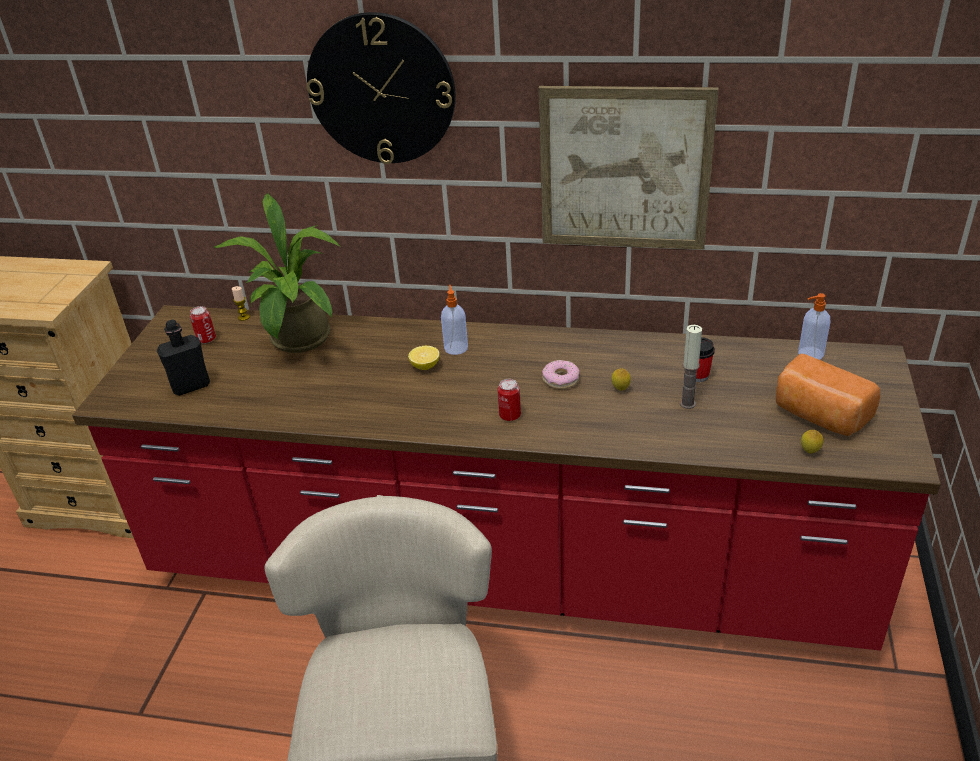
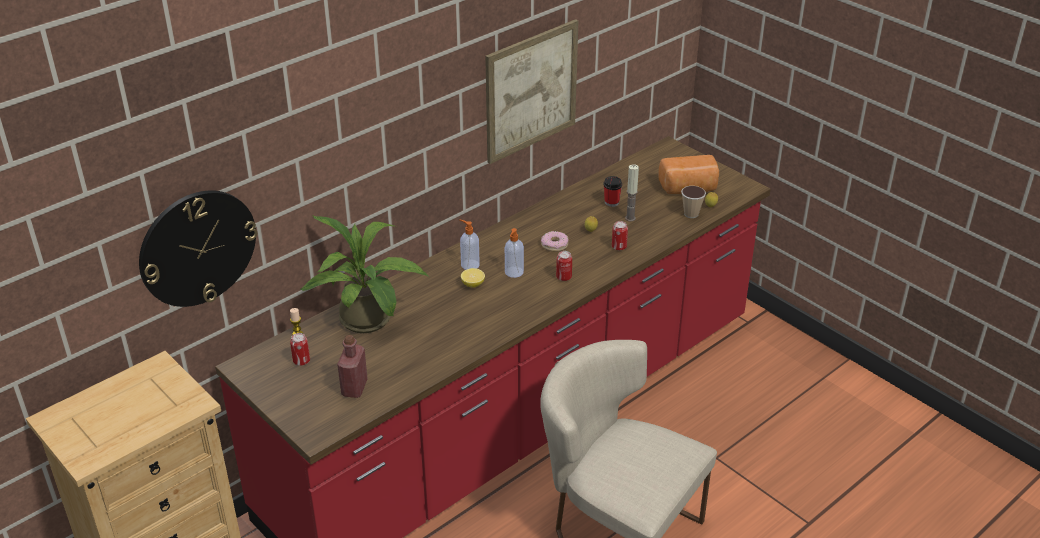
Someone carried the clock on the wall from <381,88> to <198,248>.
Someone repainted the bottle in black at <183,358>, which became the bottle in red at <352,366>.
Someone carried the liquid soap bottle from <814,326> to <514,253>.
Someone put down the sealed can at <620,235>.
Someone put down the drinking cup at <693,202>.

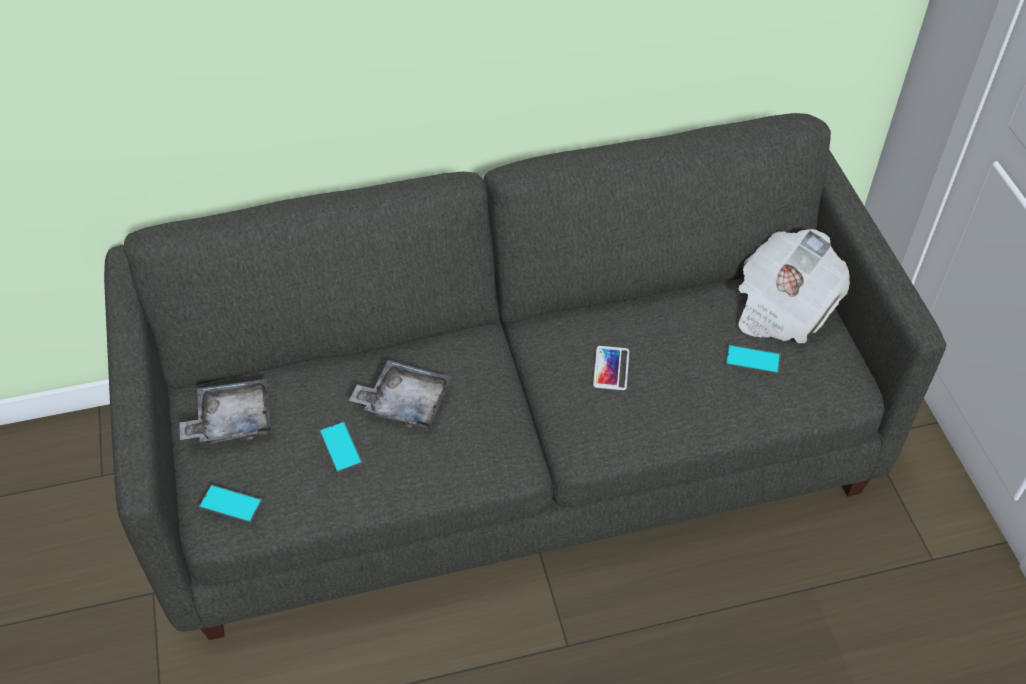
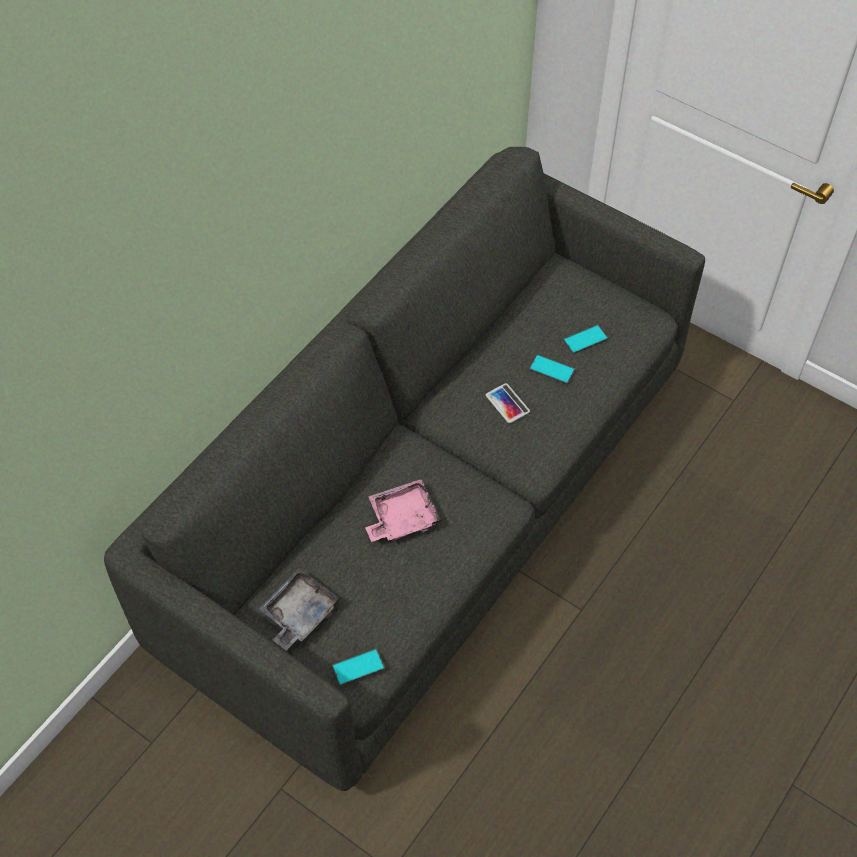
Someone repainted the carrying tray in gray at <400,394>, which became the carrying tray in pink at <403,510>.
Someone carried the phone from <341,447> to <552,369>.
Someone took away the printed paper at <794,286>.

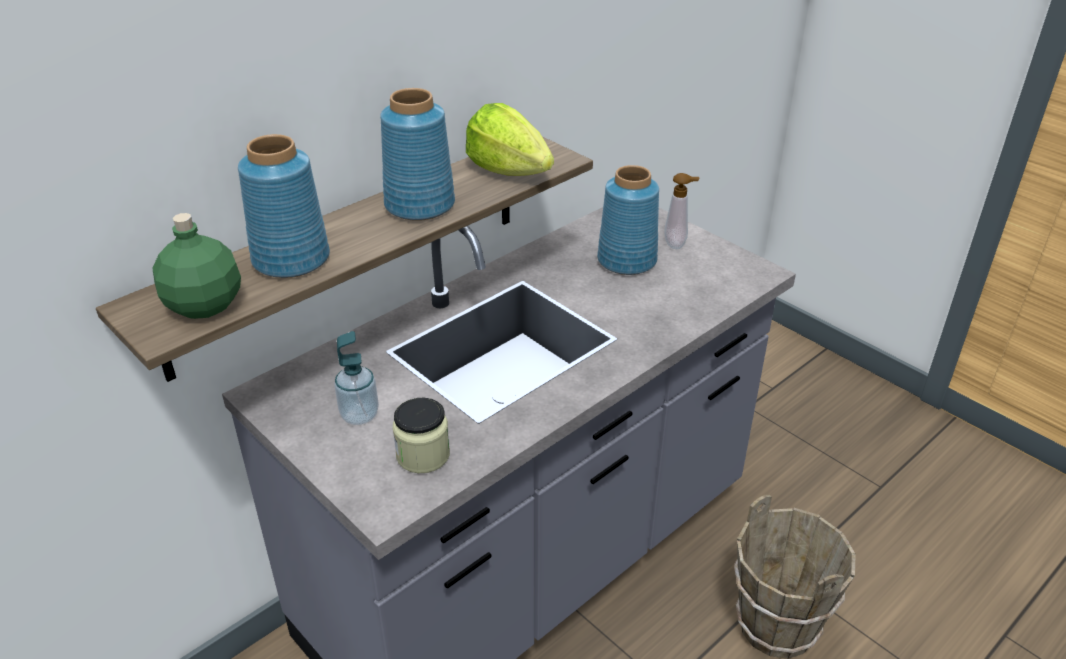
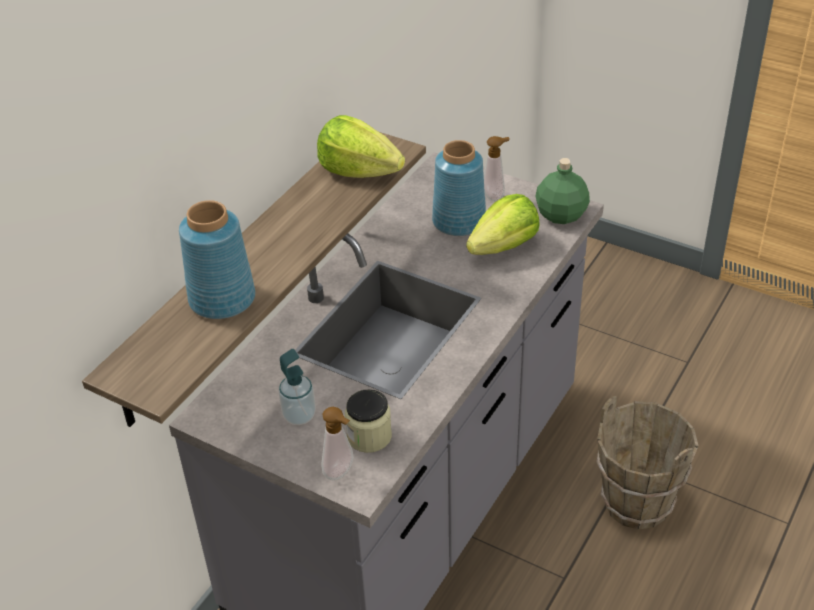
Someone put down the liquid soap bottle at <337,444>.
Someone put down the lettuce head at <503,224>.
Someone carried the bottle in greenish from <196,266> to <562,191>.
Someone took away the flower vase in bluish at <417,154>.

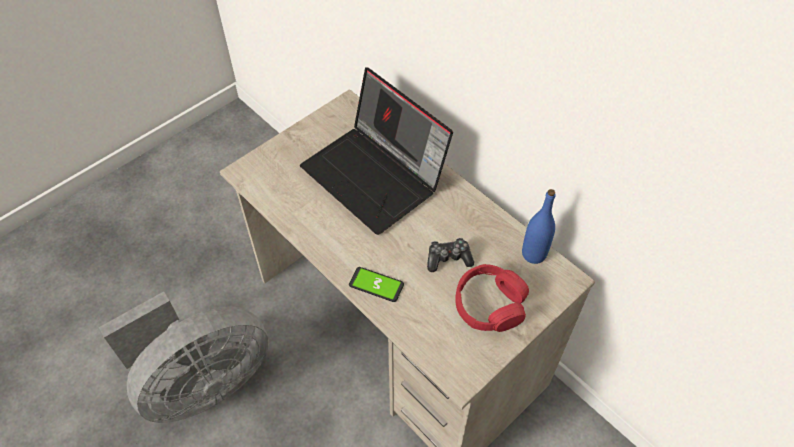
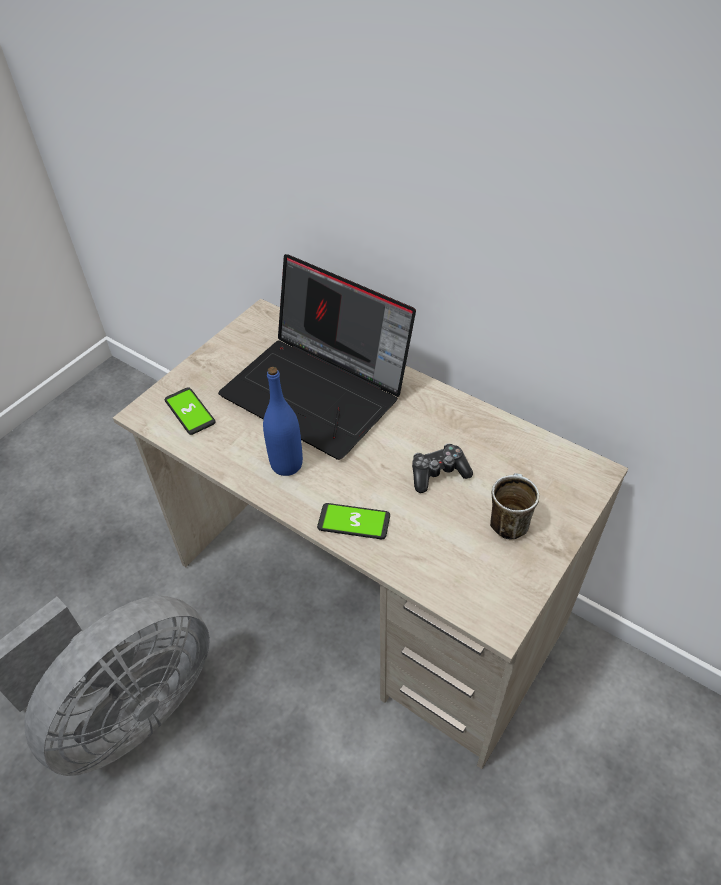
Someone put down the phone at <190,411>.
Someone carried the bottle in bluish from <539,226> to <283,421>.
Someone swapped the headset in red at <492,298> for the tea mug at <514,506>.

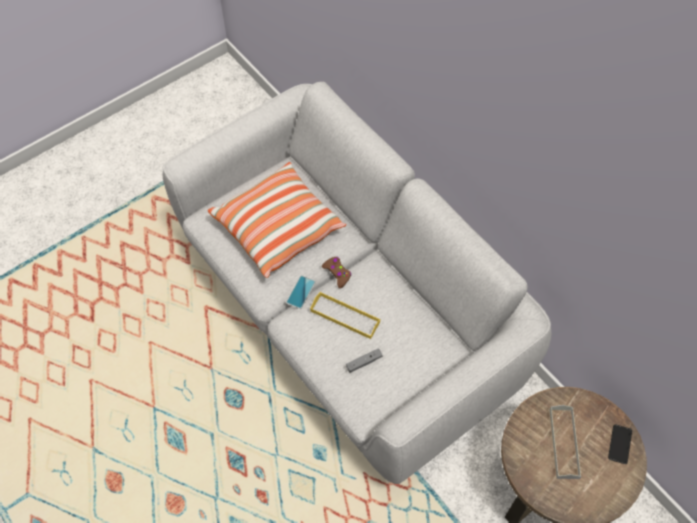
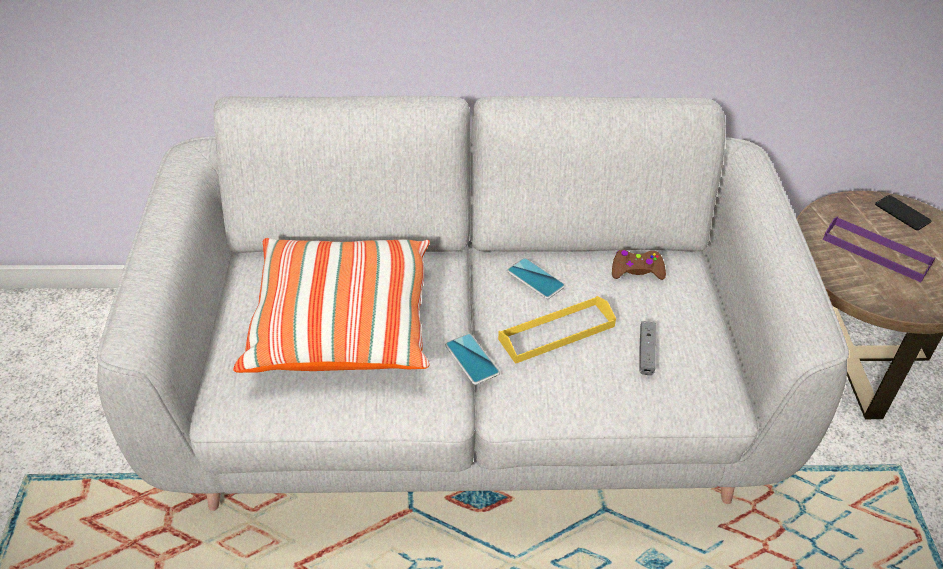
Someone put down the phone at <536,278>.
Someone carried the joypad in brownish from <336,272> to <639,265>.
Someone repainted the carrying tray in gray at <565,442>, which became the carrying tray in purple at <879,249>.

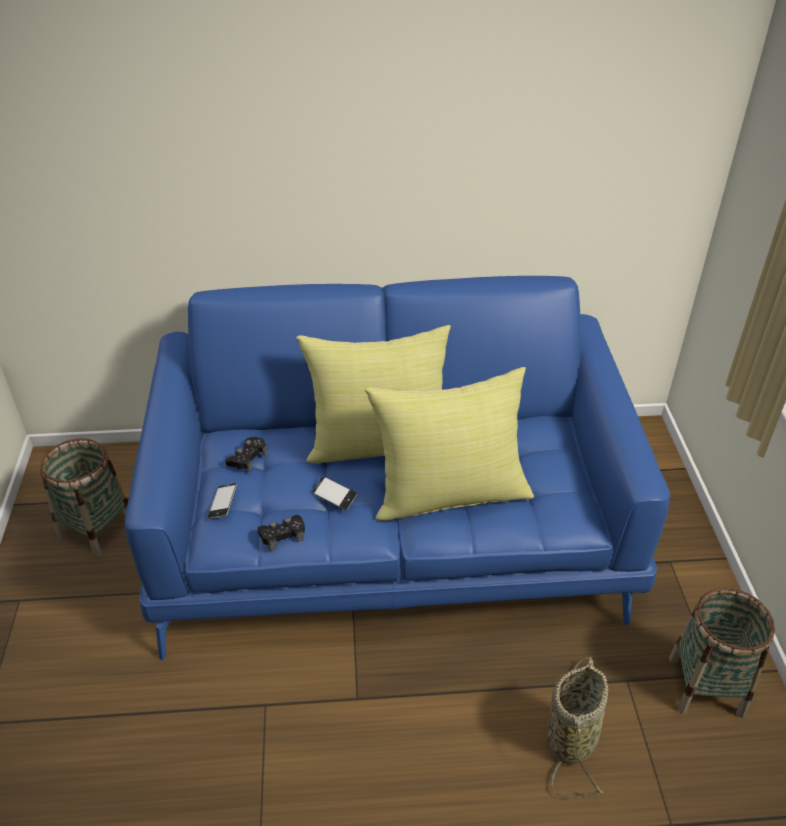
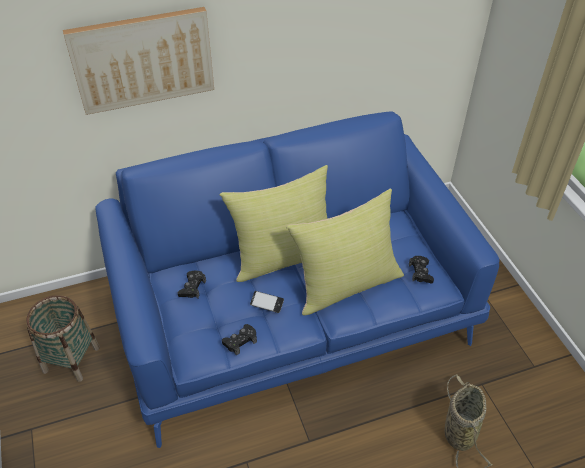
Someone put up the picture at <138,61>.
Someone put down the joypad in black at <421,269>.
Someone took away the phone at <222,501>.
Someone took away the storage basket at <722,653>.

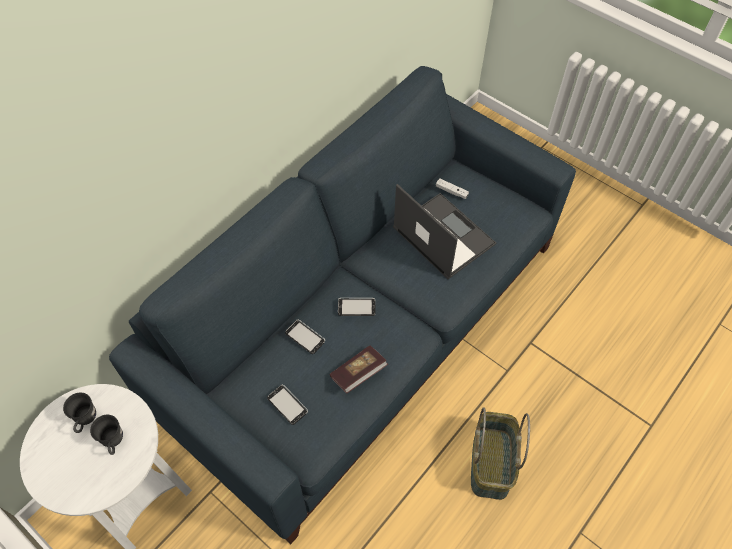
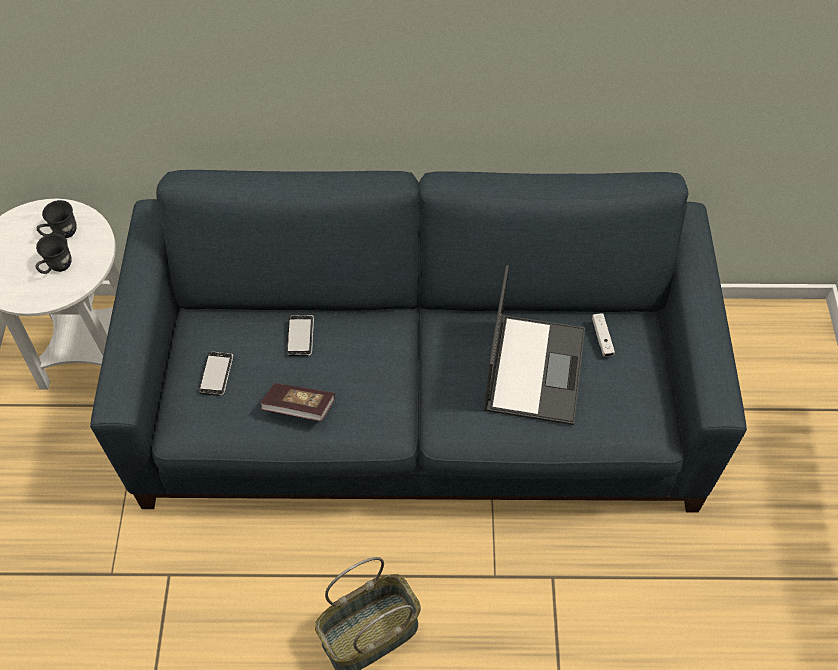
Someone took away the phone at <356,307>.

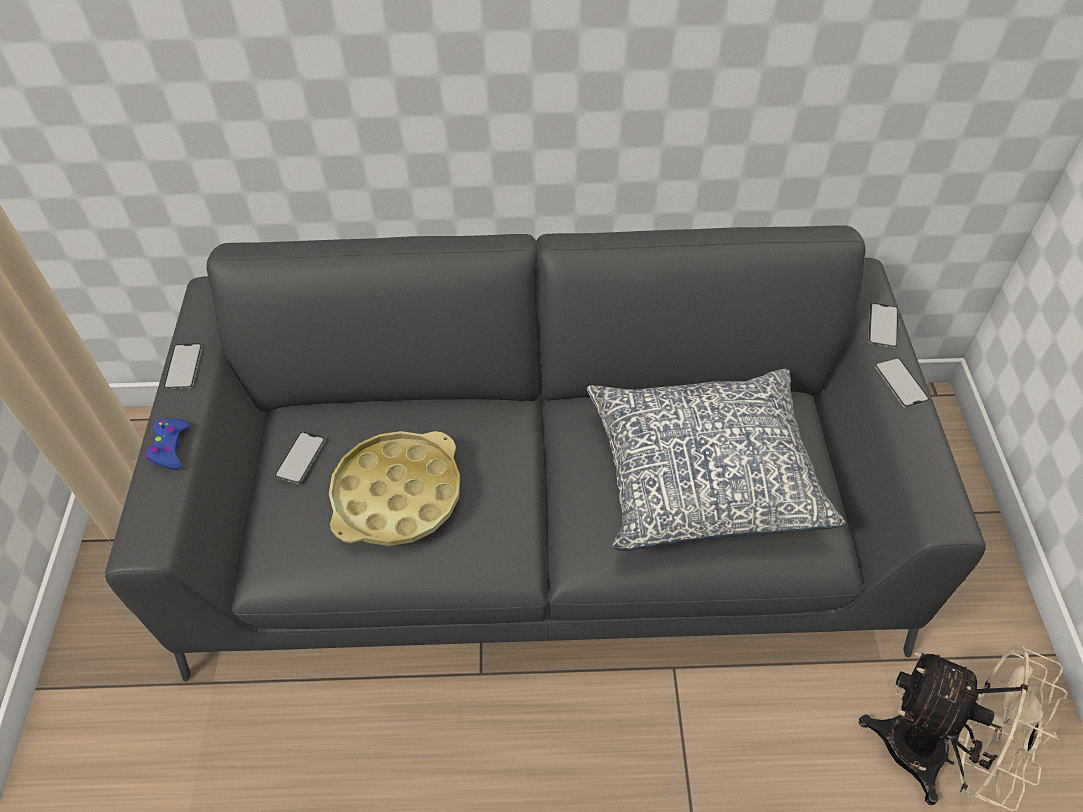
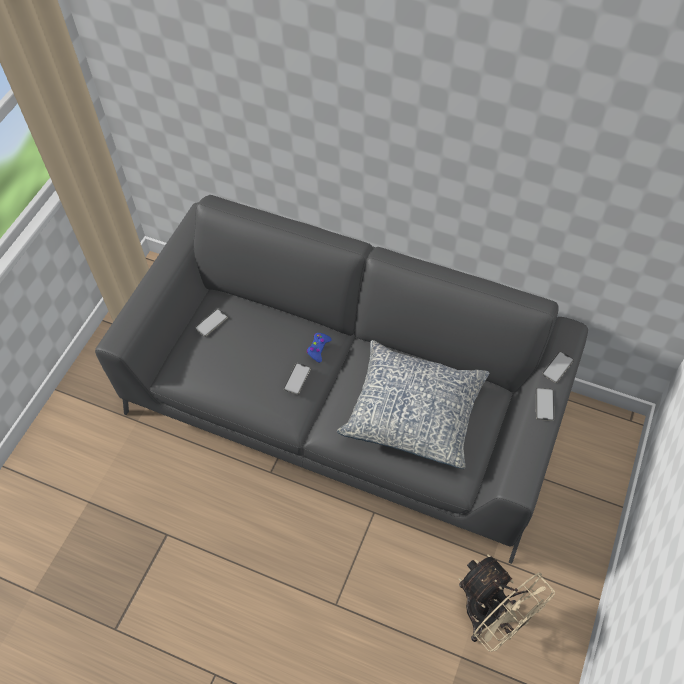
Someone carried the phone from <182,366> to <297,379>.
Someone carried the joypad in bluish from <168,444> to <319,348>.
Someone took away the carrying tray in yellow at <394,488>.

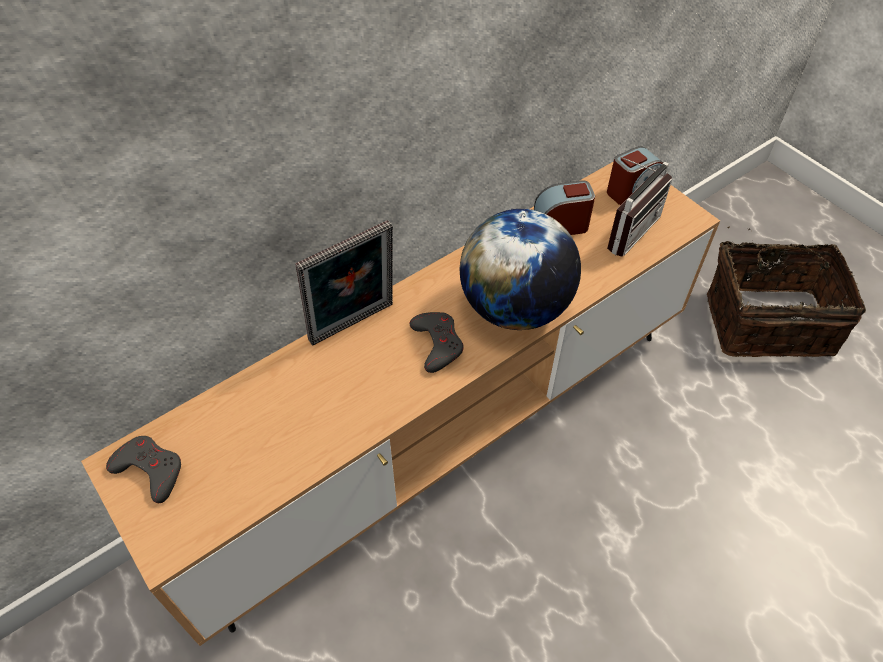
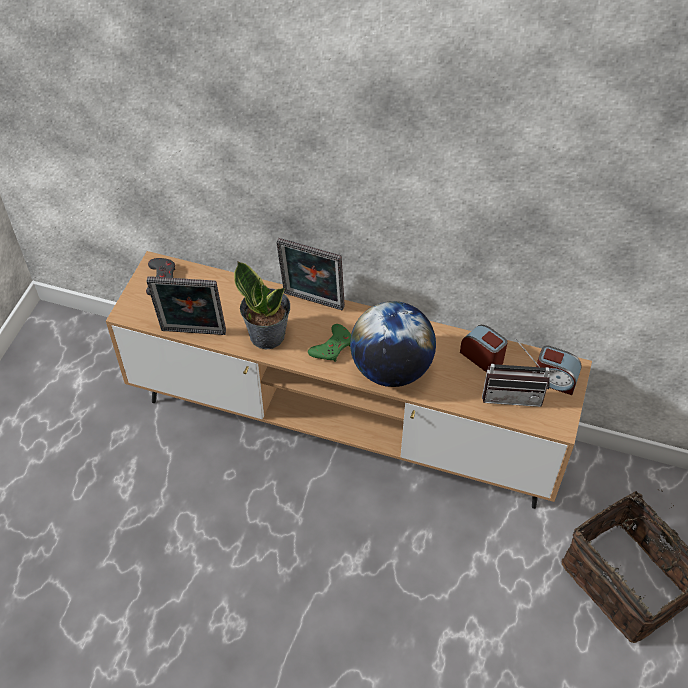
Someone put down the standing frame at <186,305>.
Someone put down the potted plant at <262,306>.
Someone repainted the joypad in gray at <436,342>, which became the joypad in greenish at <329,343>.

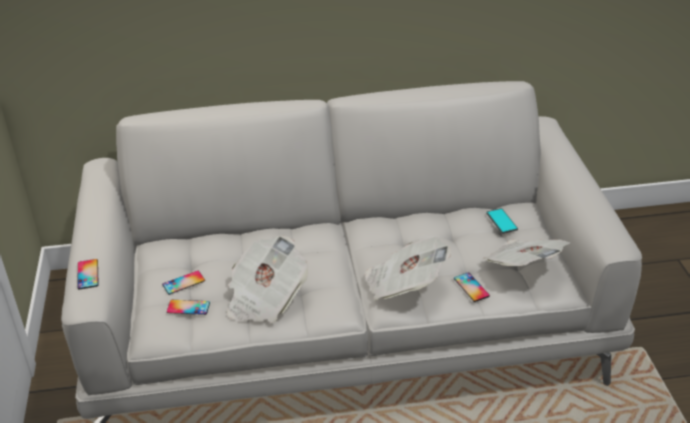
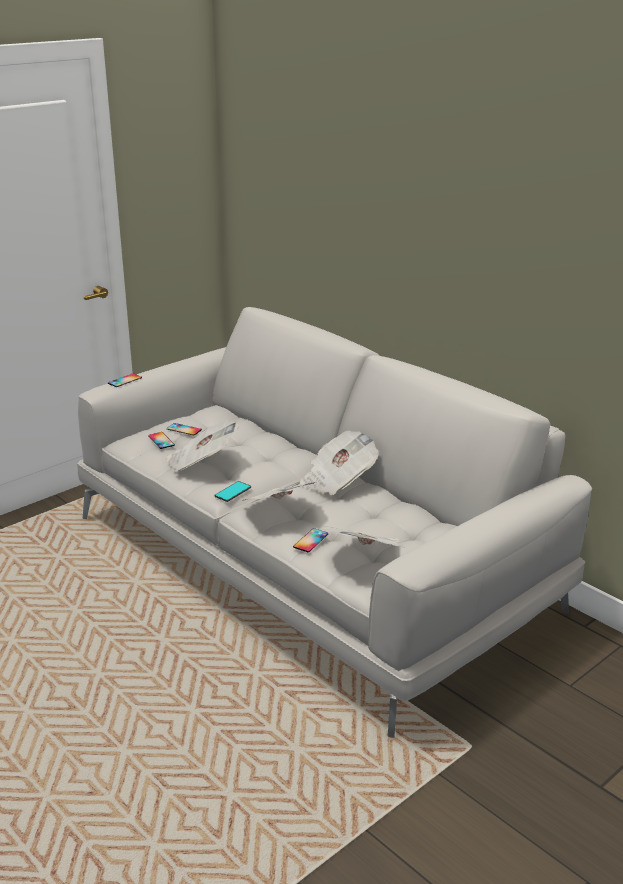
Someone carried the phone from <502,221> to <232,491>.
Someone put down the printed paper at <339,463>.

